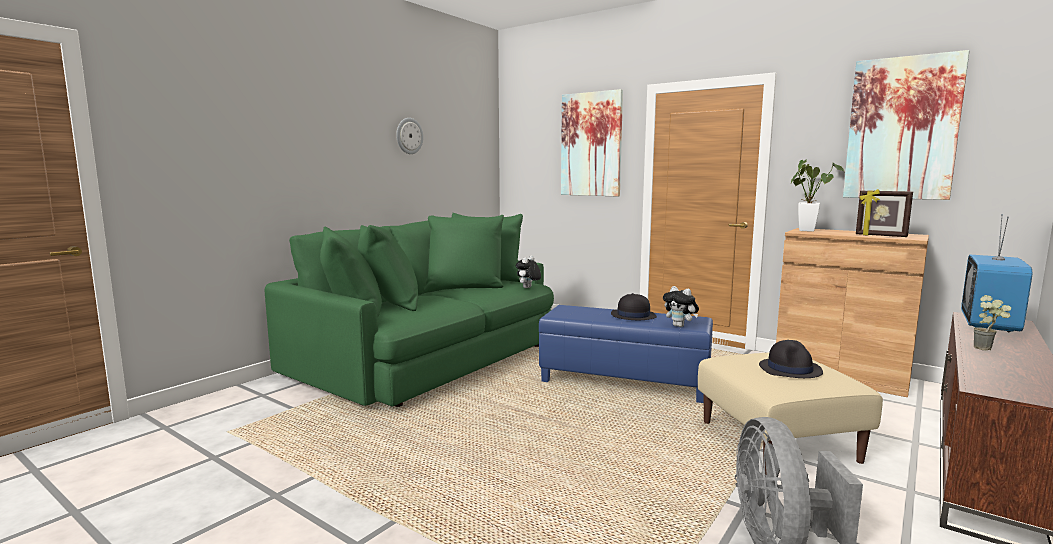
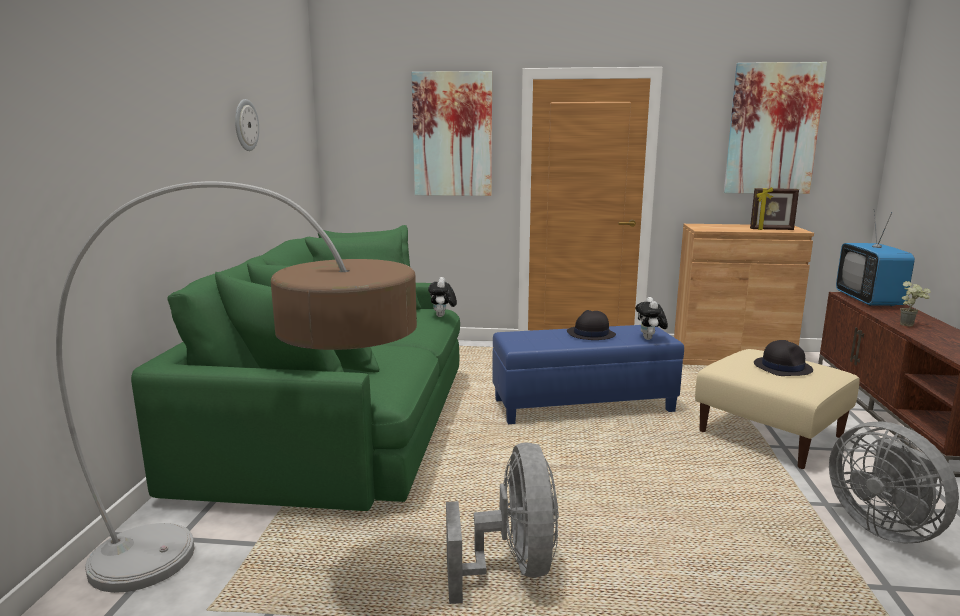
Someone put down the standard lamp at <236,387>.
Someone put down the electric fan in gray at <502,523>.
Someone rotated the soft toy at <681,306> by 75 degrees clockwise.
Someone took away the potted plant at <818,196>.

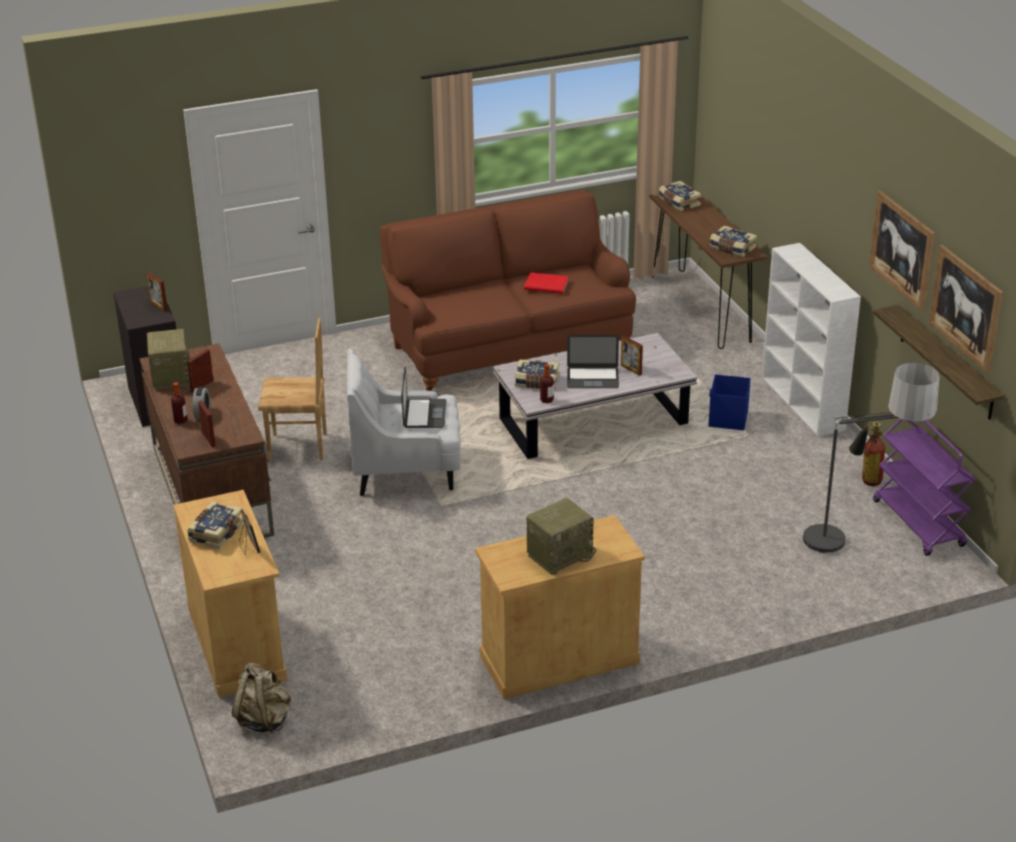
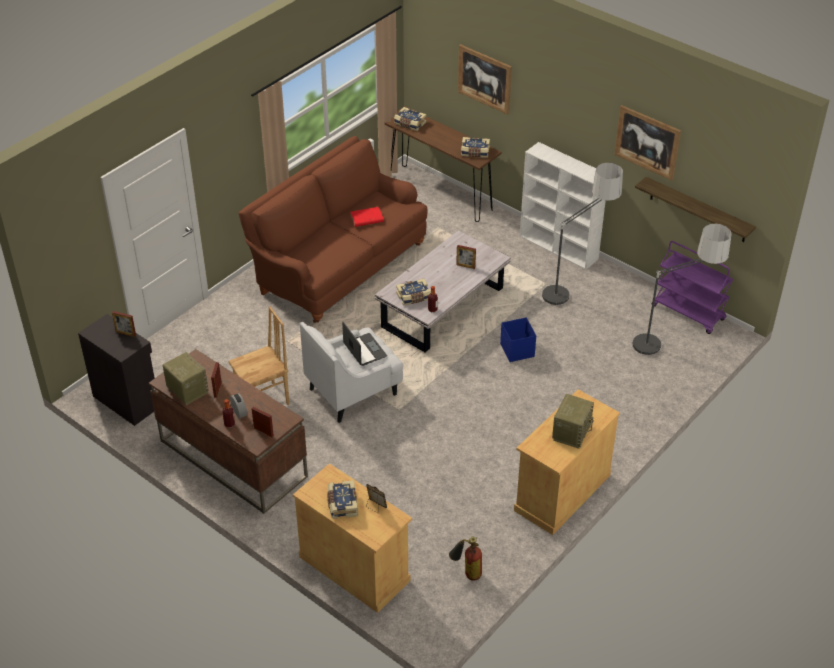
Someone carried the fire extinguisher from <867,454> to <465,558>.
Someone carried the picture from <965,309> to <485,79>.
Someone carried the storage bin in bluish from <730,402> to <518,339>.
Someone put down the standard lamp at <581,234>.
Someone took away the rucksack in sand-coloured at <261,698>.
Someone took away the notebook computer at <593,361>.

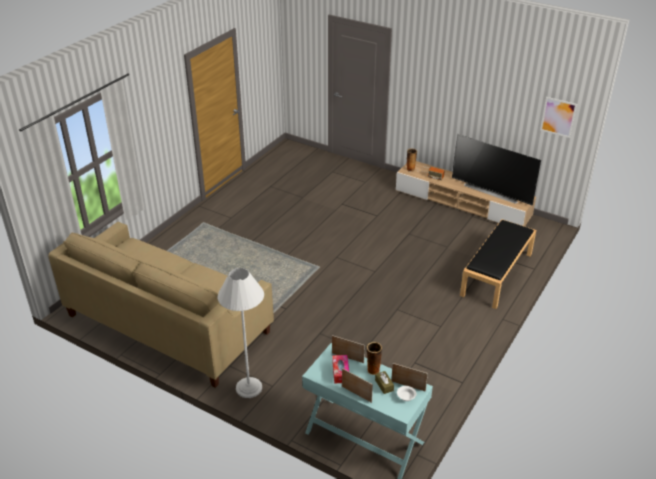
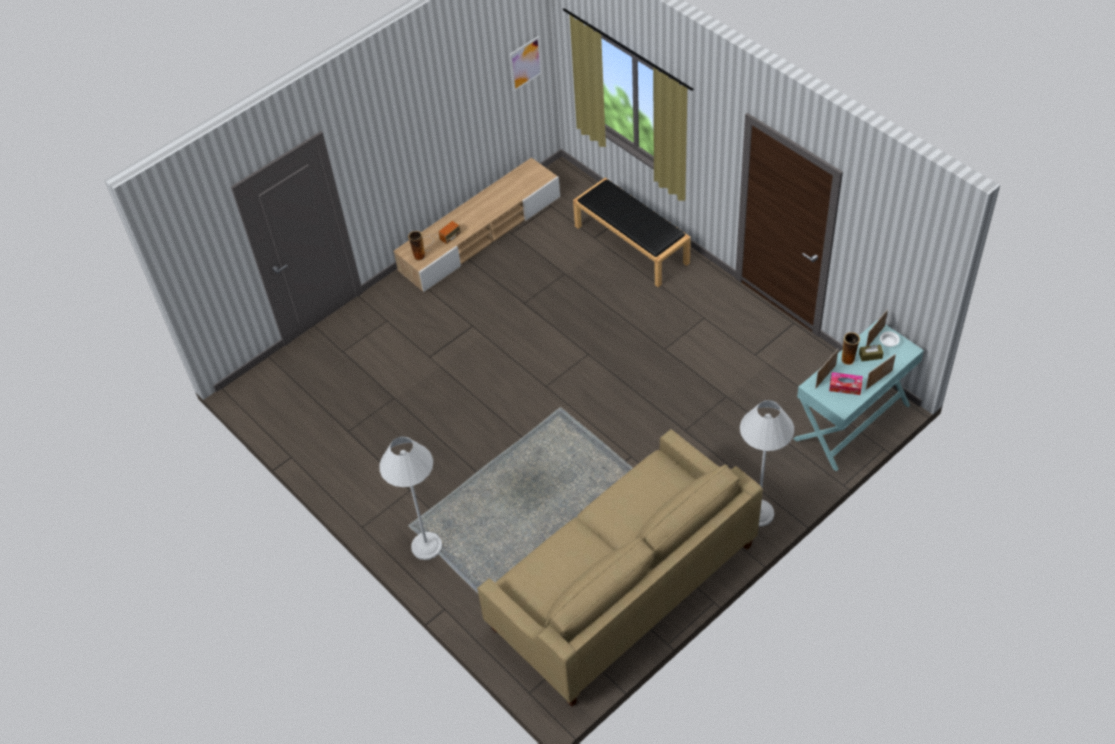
Someone put down the standard lamp in white-coloured at <410,498>.
Someone took away the TV at <496,169>.

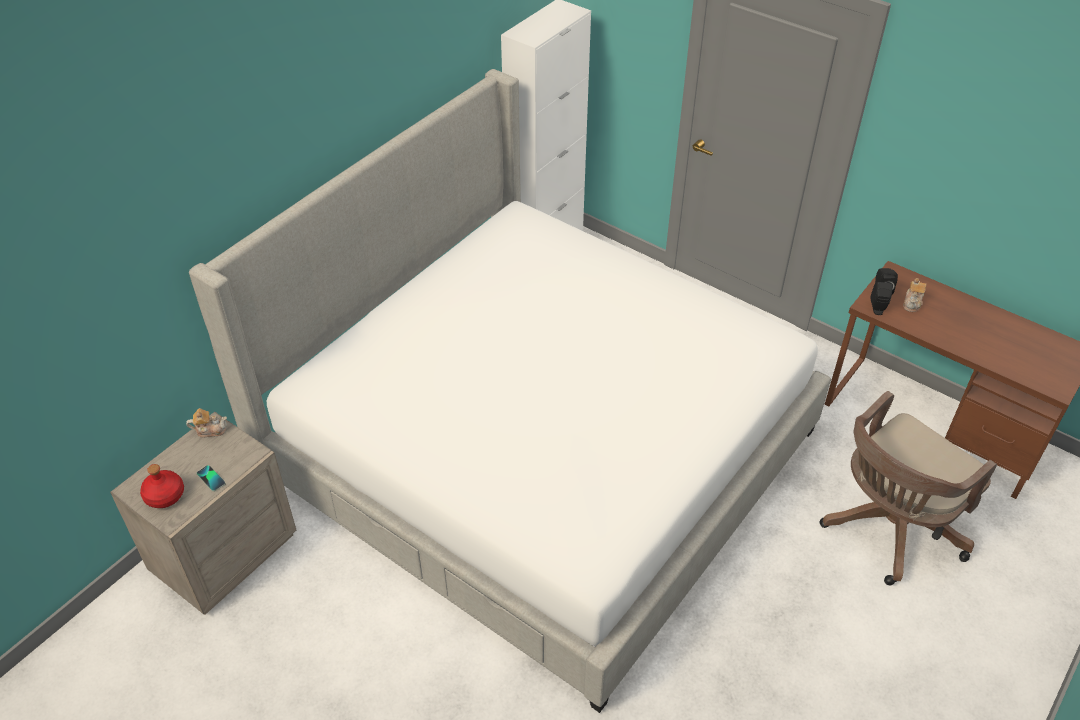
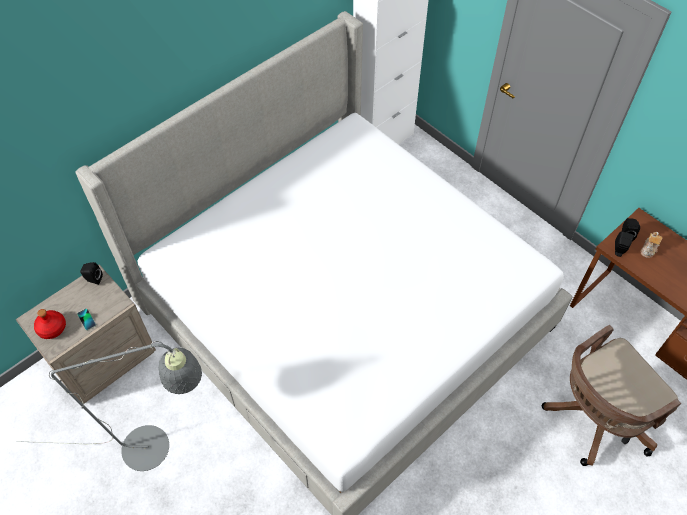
Someone put down the standard lamp in gray at <109,406>.
Someone swapped the teapot at <206,423> for the speaker in black at <91,273>.

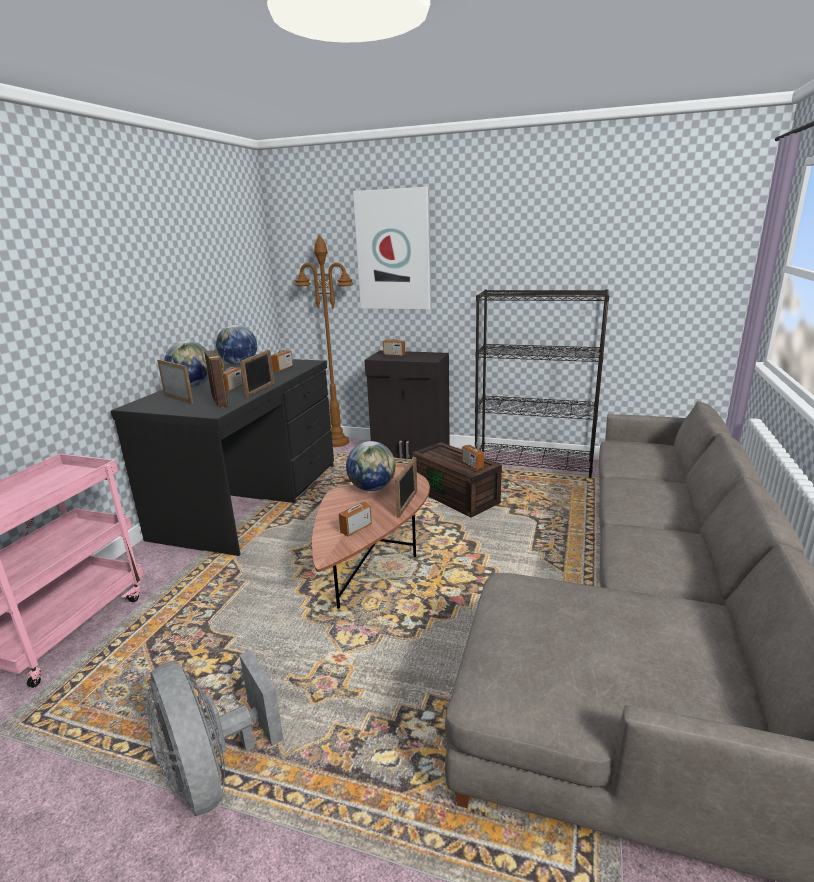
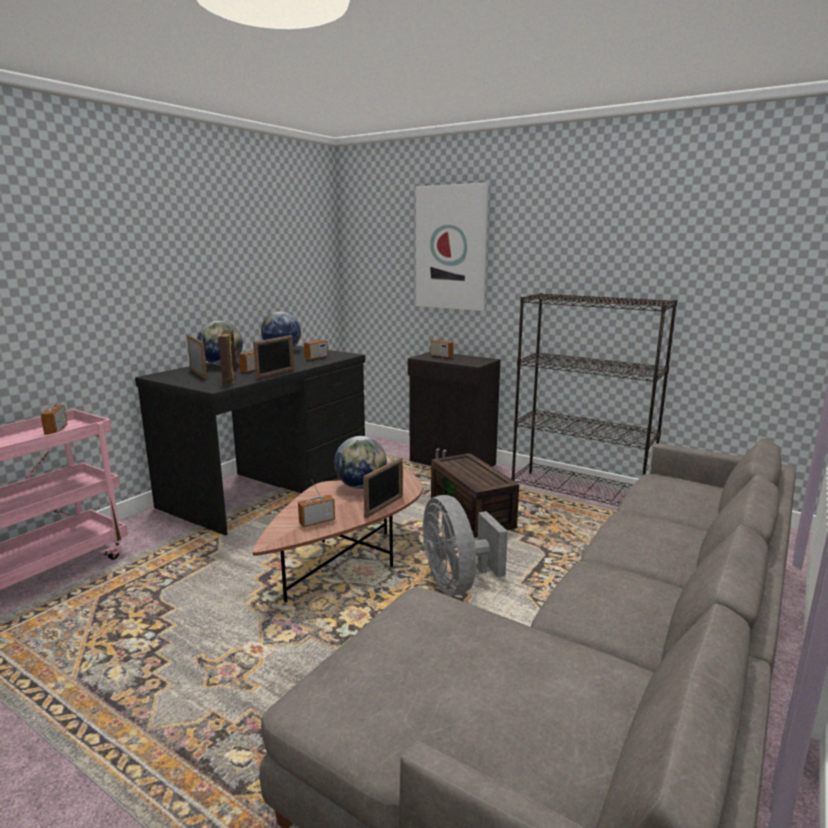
Someone carried the radio from <473,450> to <54,411>.
Someone carried the electric fan in gray from <215,733> to <465,545>.
Someone took away the standard lamp in brownish at <324,340>.

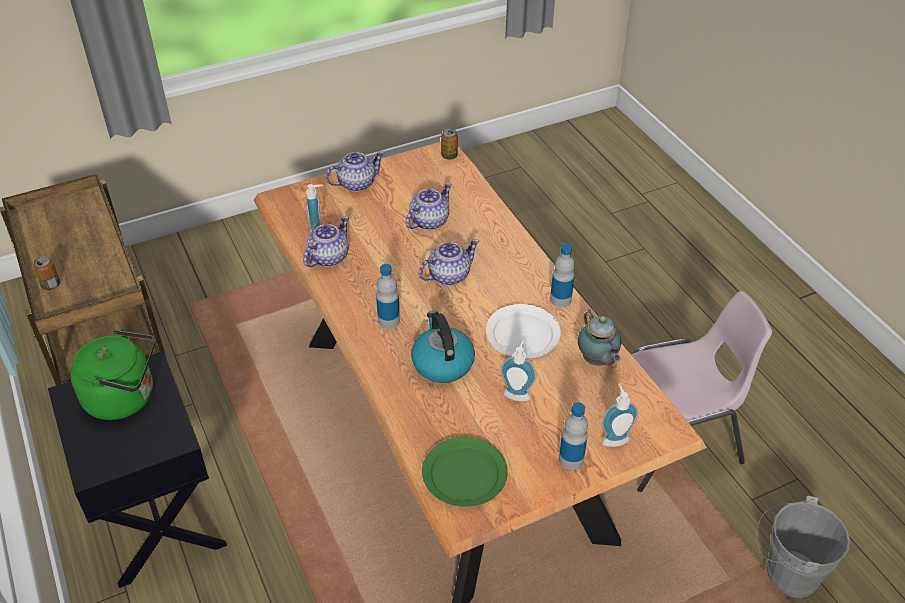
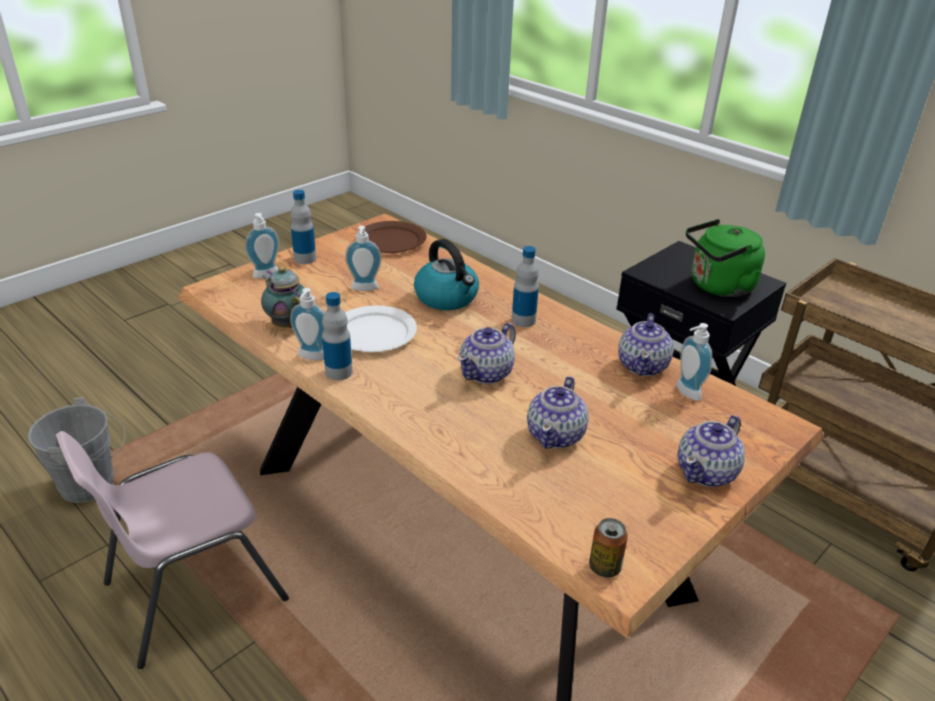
Someone put down the liquid soap bottle at <307,324>.
Someone repainted the dinner plate in greenish at <465,471>, which became the dinner plate in brownish at <392,237>.
Someone took away the sealed can at <46,273>.

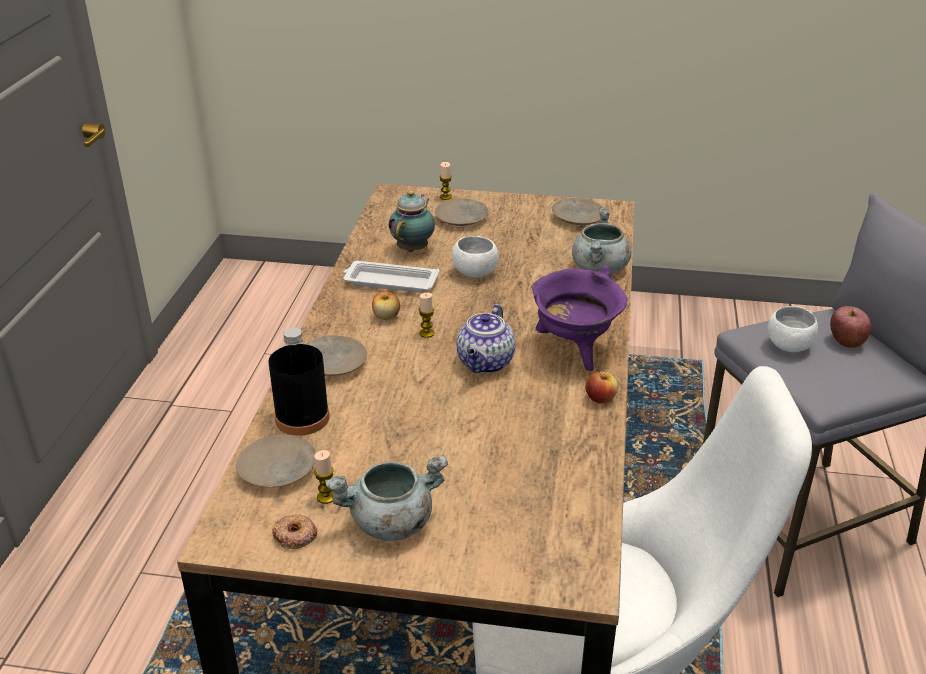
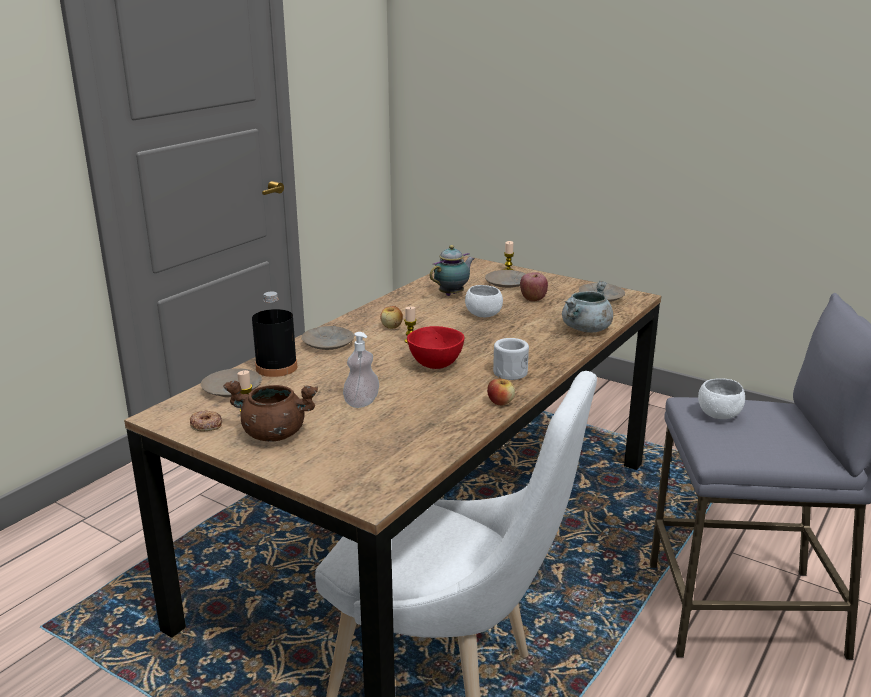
Someone repainted the stockpot in gray at <386,497>, which became the stockpot in brownish at <270,411>.
Someone put down the liquid soap bottle at <361,370>.
Someone swapped the teapot at <485,338> for the serving bowl in red at <435,347>.
Someone swapped the stockpot in purple at <579,318> for the tea mug in white-coloured at <511,359>.
Someone carried the whole apple from <850,327> to <534,287>.
Someone took away the carrying tray in white-coloured at <391,277>.

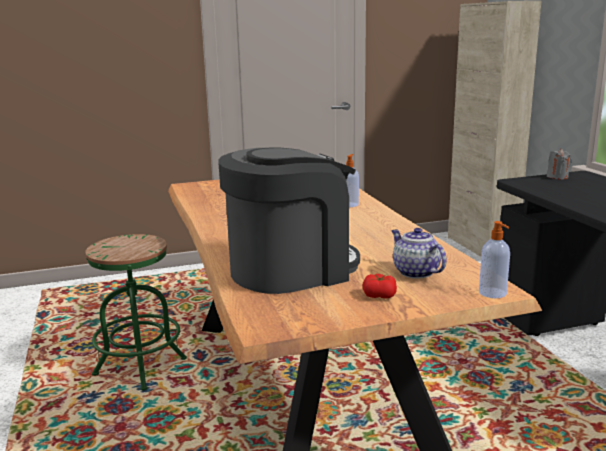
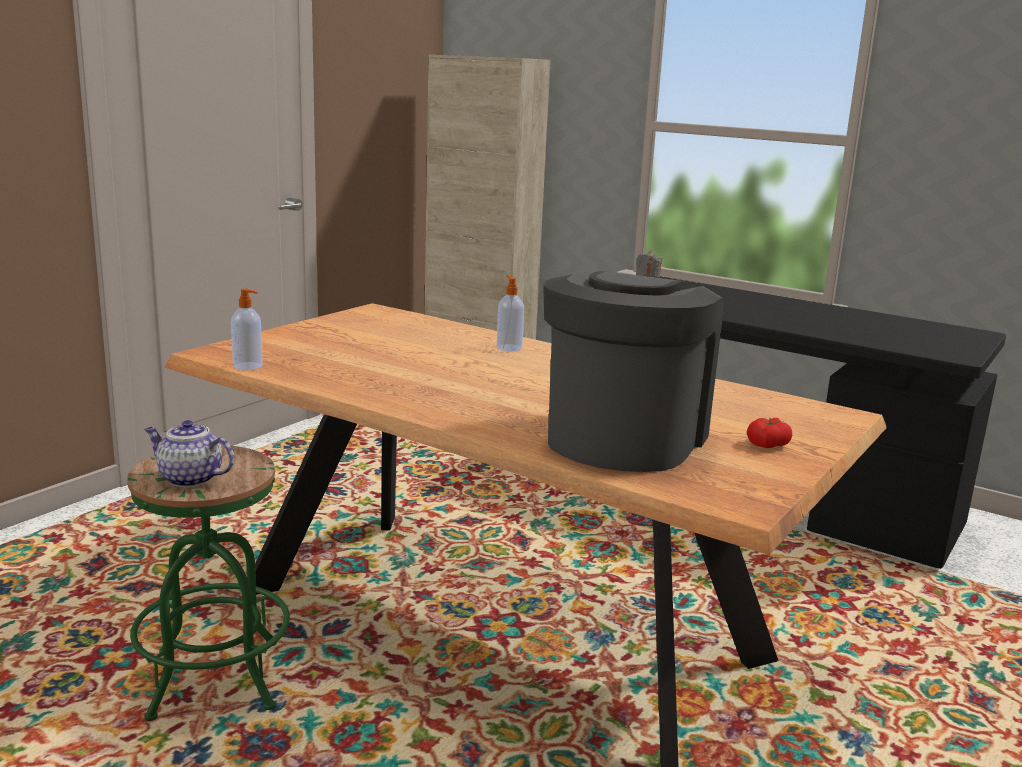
Someone carried the teapot from <419,253> to <189,453>.
Someone carried the liquid soap bottle from <494,259> to <247,329>.

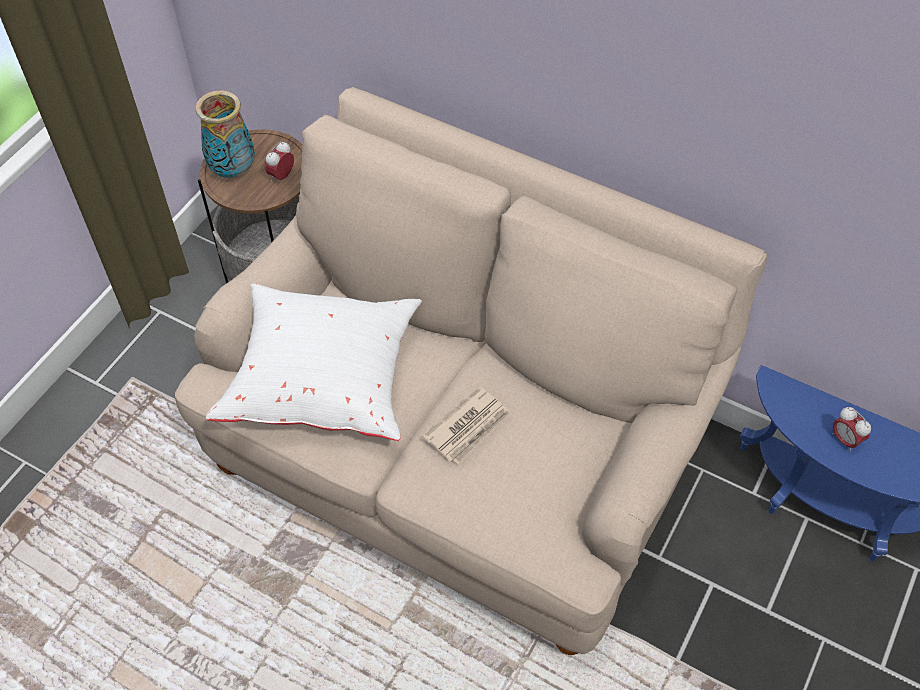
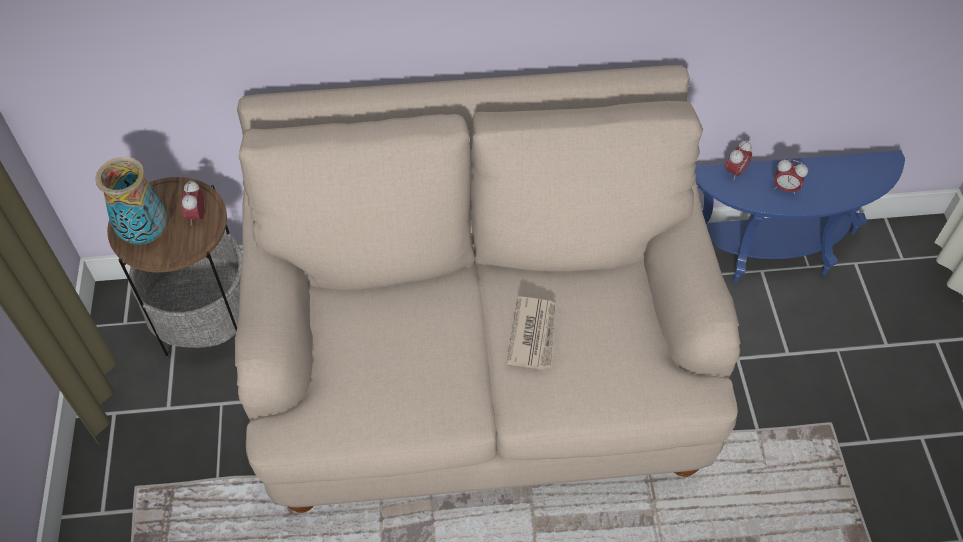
Someone put down the bedside clock at <738,160>.
Someone took away the pillow in white-coloured at <314,362>.

